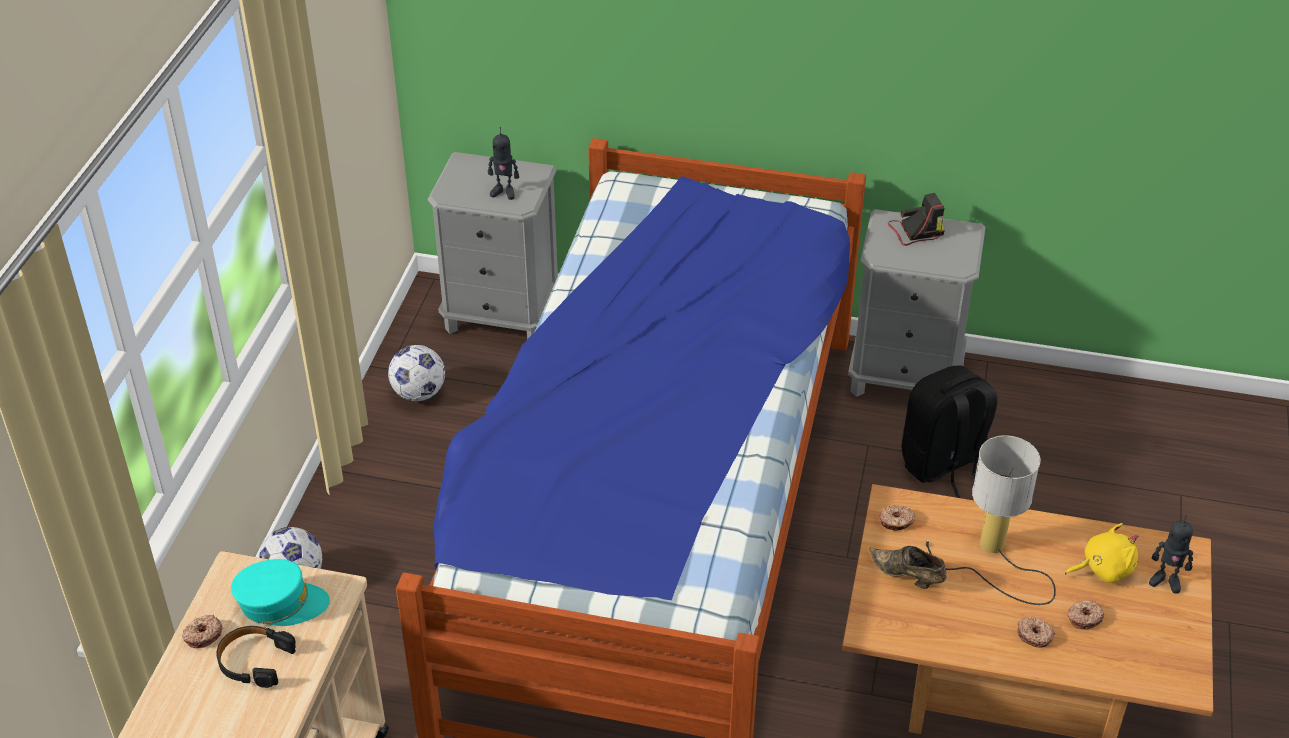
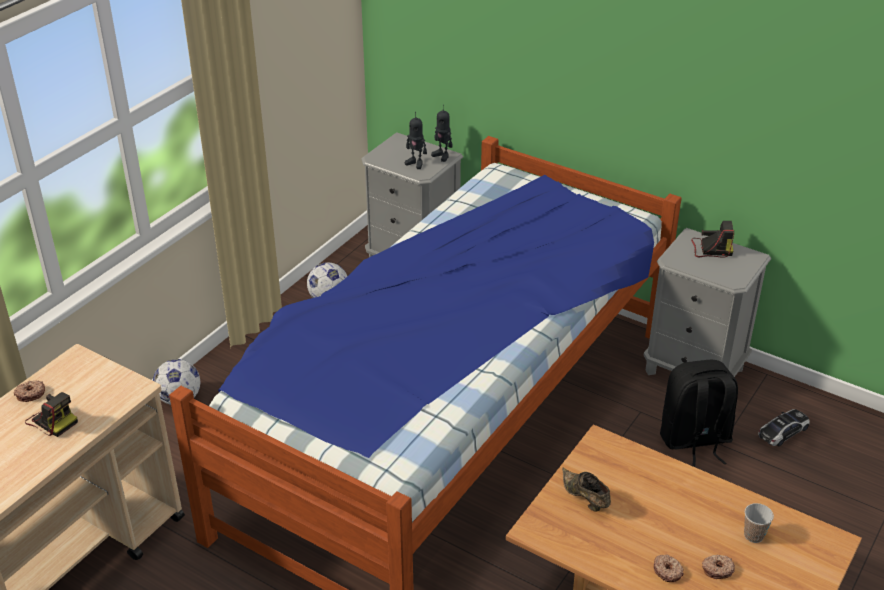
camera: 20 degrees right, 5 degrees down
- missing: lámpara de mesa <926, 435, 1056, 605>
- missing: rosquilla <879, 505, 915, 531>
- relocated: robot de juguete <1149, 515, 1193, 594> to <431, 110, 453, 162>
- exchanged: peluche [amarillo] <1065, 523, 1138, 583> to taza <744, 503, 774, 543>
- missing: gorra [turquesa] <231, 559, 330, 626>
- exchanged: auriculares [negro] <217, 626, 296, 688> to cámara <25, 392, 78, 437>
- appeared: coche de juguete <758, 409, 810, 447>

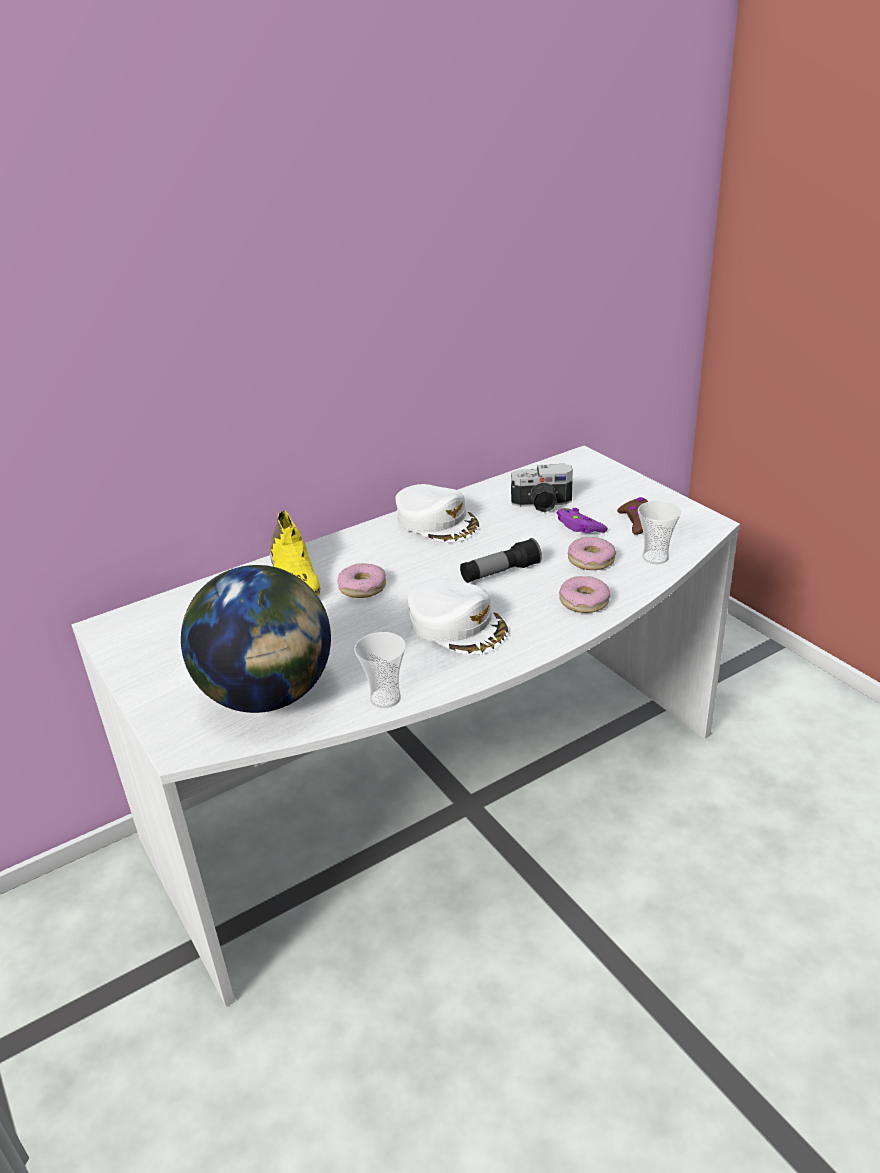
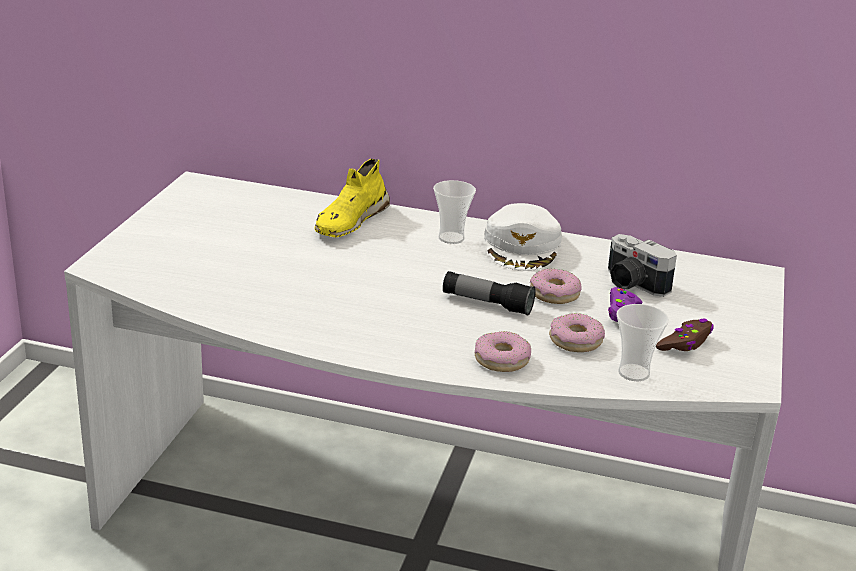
camera: 45 degrees right, 5 degrees down
- relocated: rosquilla <337, 563, 386, 598> to <530, 268, 581, 304>
- missing: globo terráqueo <181, 565, 331, 713>
- missing: gorra [blanco] <407, 578, 509, 655>
- relocated: taza <354, 632, 406, 708> to <433, 180, 476, 244>

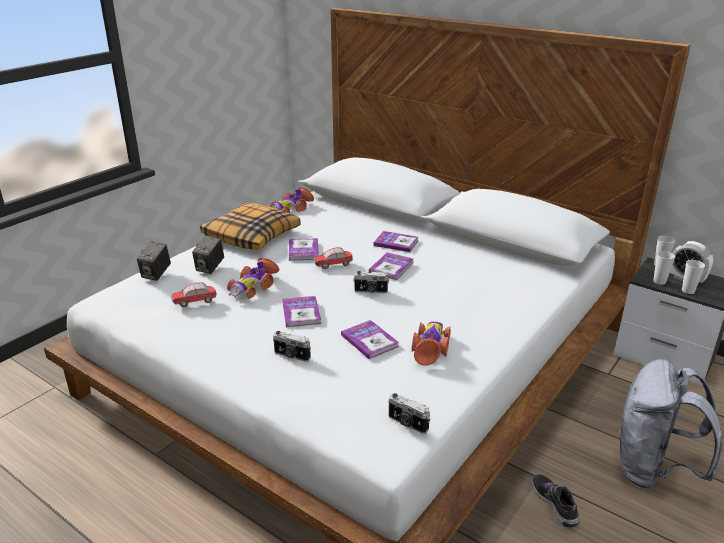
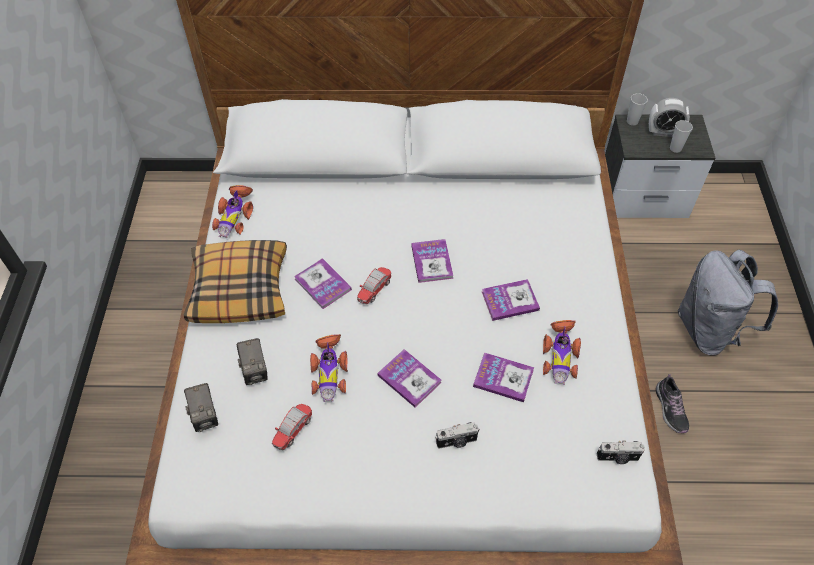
camera: 35 degrees left, 25 degrees up
- relocated: libro <374, 231, 419, 252> to <482, 279, 540, 321>
- missing: taza <653, 251, 675, 285>
- missing: cámara <353, 271, 389, 294>
- spun: coche de juguete <412, 321, 451, 366> = <543, 320, 581, 385> 150 degrees counterclockwise
- spun: zapato <532, 474, 579, 528> = <656, 374, 689, 433> 135 degrees counterclockwise

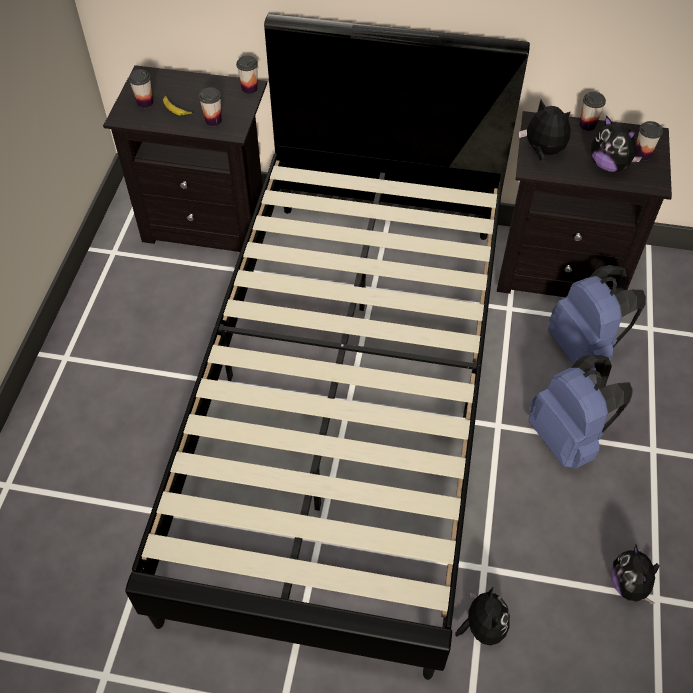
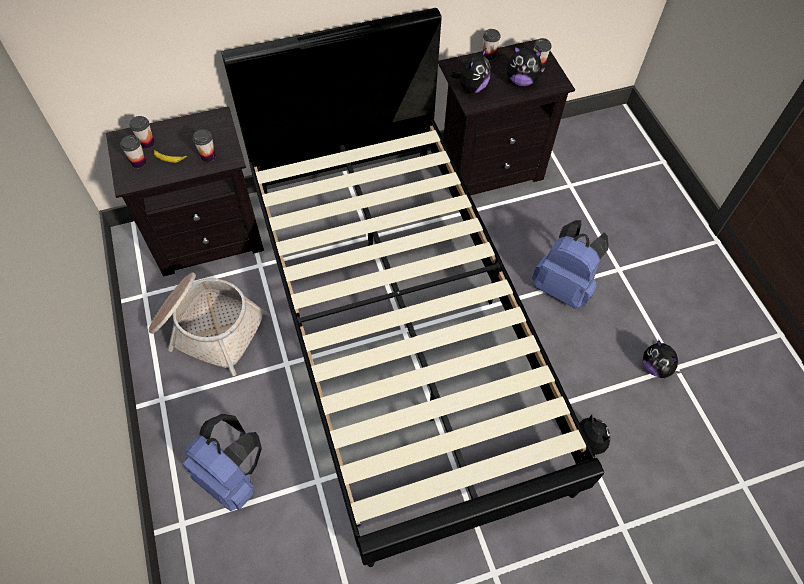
camera: 30 degrees left, 5 degrees up
- relocated: taza <236, 55, 258, 94> to <129, 116, 155, 149>
- spun: peluche <519, 100, 571, 161> = <451, 47, 491, 93> 120 degrees clockwise
- relocated: mochila [azul] <548, 265, 646, 371> to <183, 414, 262, 511>
- appeared: cesta <148, 272, 270, 376>

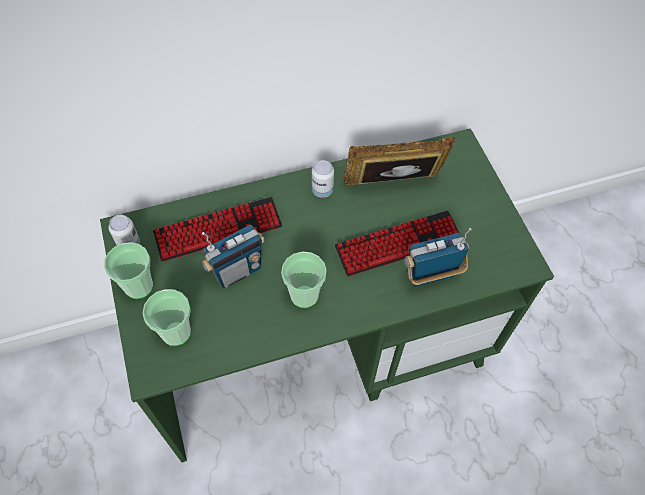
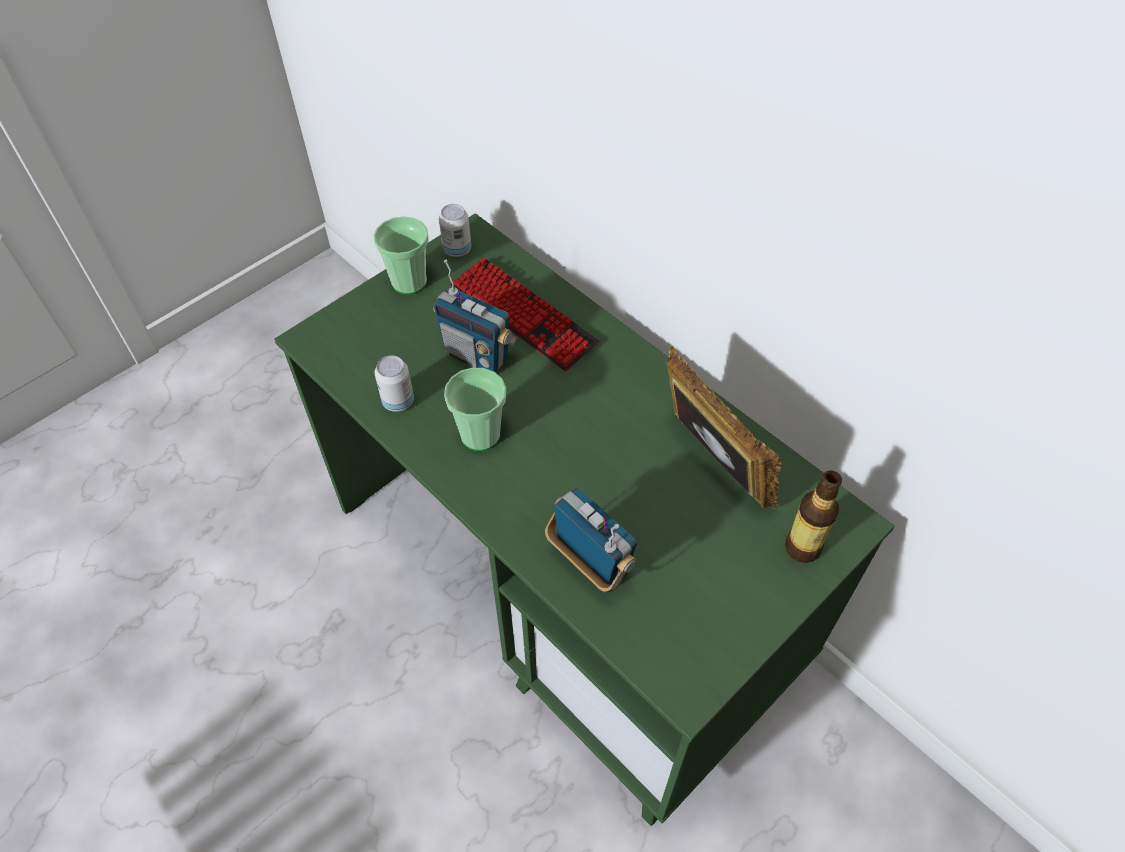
camera: 65 degrees right, 5 degrees down
- relocated: lata <312, 160, 334, 198> to <375, 355, 414, 412>
- missing: teclado <335, 210, 459, 276>
- missing: taza <143, 289, 191, 346>
- appeared: botella <785, 471, 842, 563>

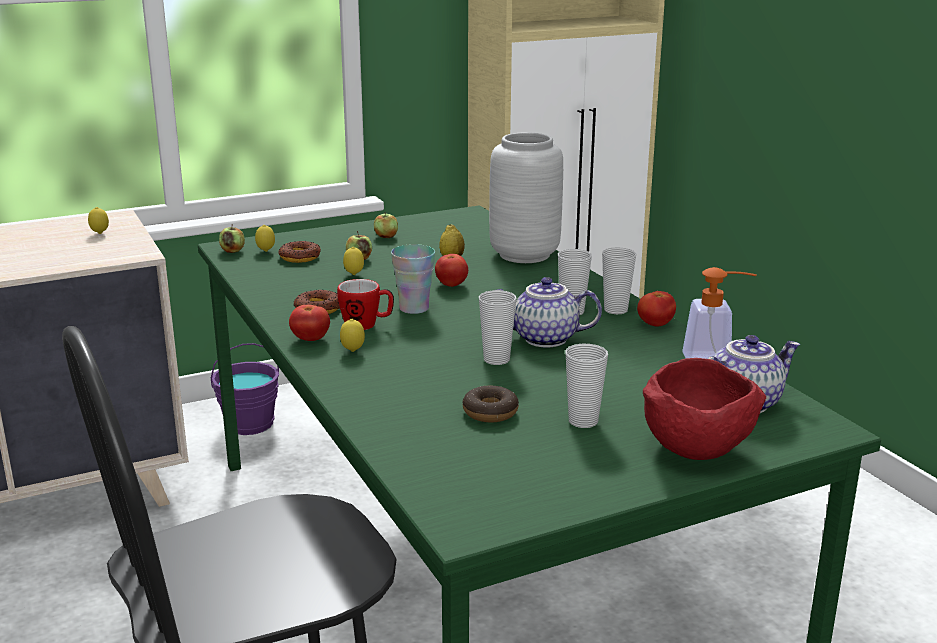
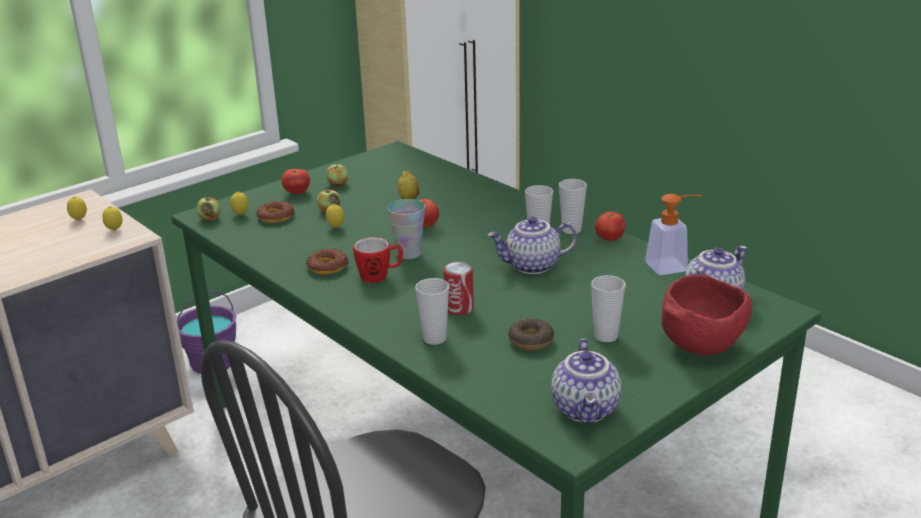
camera: 15 degrees left, 5 degrees up
- missing: florero [gris] <489, 132, 563, 263>
- relocated: taza <479, 290, 516, 365> to <415, 278, 449, 345>
- relocated: tomate <289, 305, 330, 341> to <281, 169, 310, 194>
- relocated: limón <340, 319, 365, 352> to <102, 206, 122, 231>
- appeared: lata <443, 262, 474, 315>
- appeared: tetera <551, 338, 621, 424>

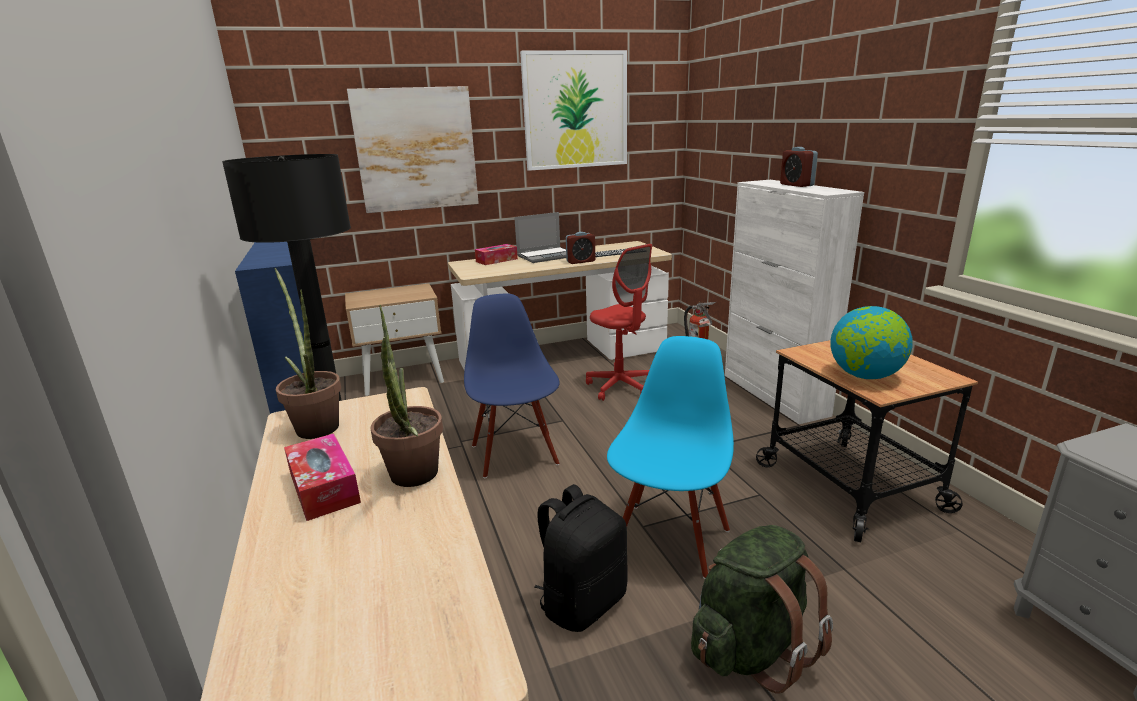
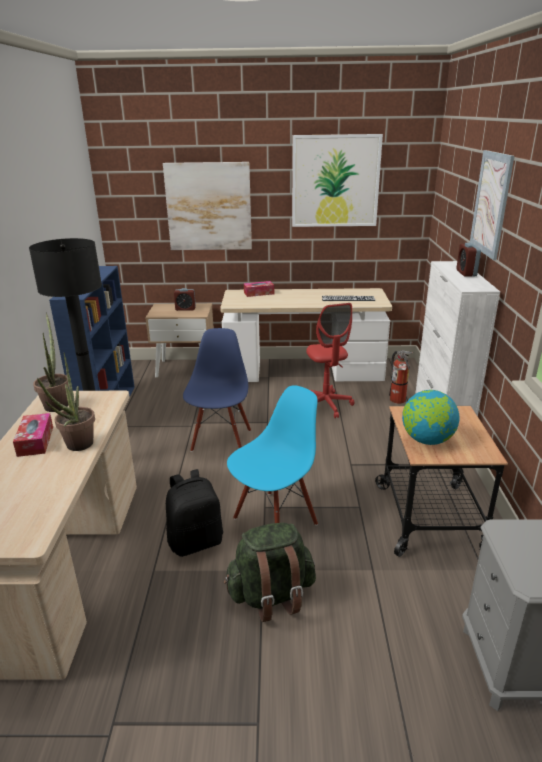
camera: 20 degrees right, 5 degrees up
- missing: portátil <514, 212, 566, 263>
- relocated: despertador <566, 232, 595, 264> to <174, 288, 196, 311>
- appeared: cuadro <470, 150, 515, 260>

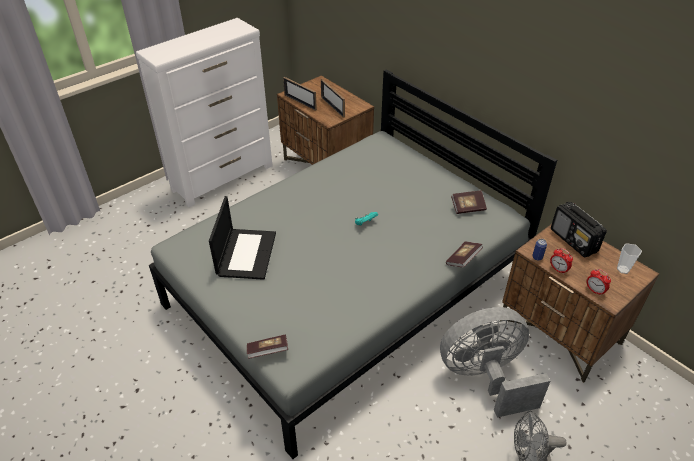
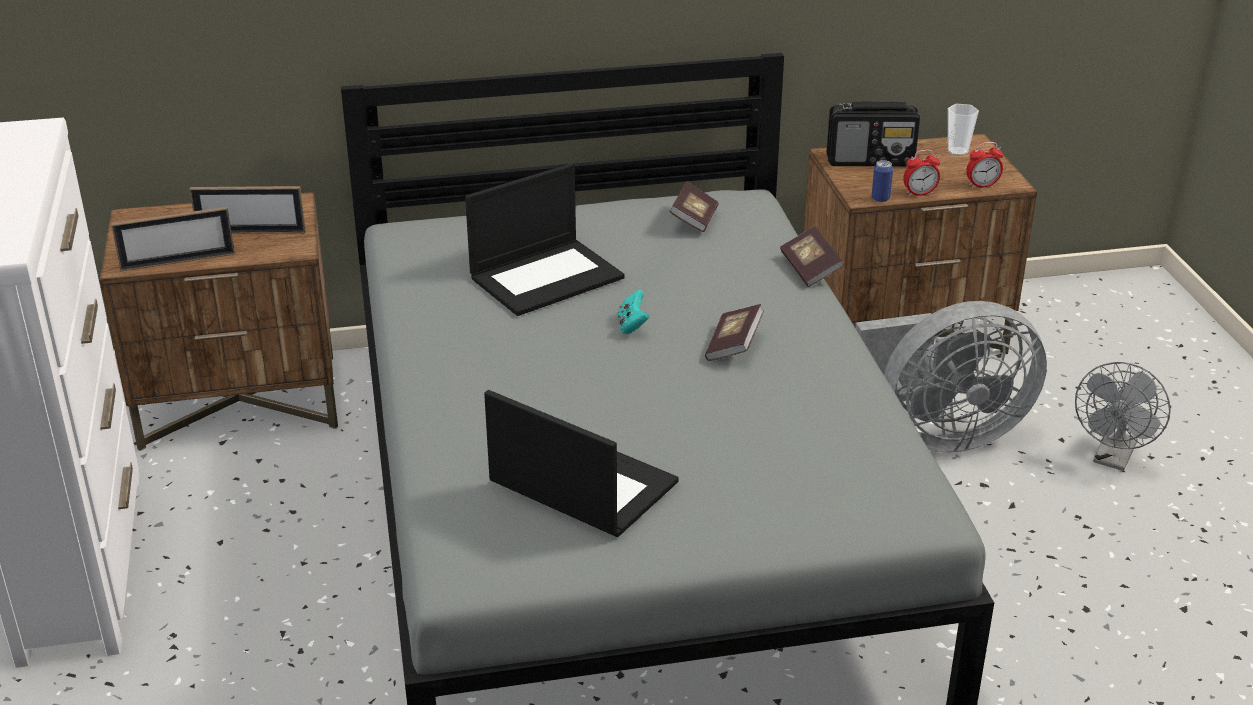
camera: 60 degrees left, 10 degrees down
- spun: ventilador [gris] <440, 307, 551, 417> = <855, 301, 1047, 453> 120 degrees counterclockwise
- relocated: libro <247, 335, 288, 359> to <705, 304, 764, 361>
- appeared: portátil <465, 163, 625, 316>

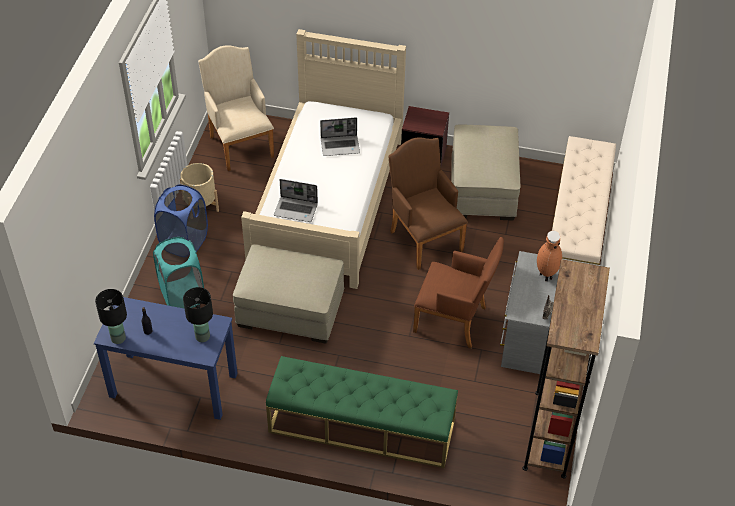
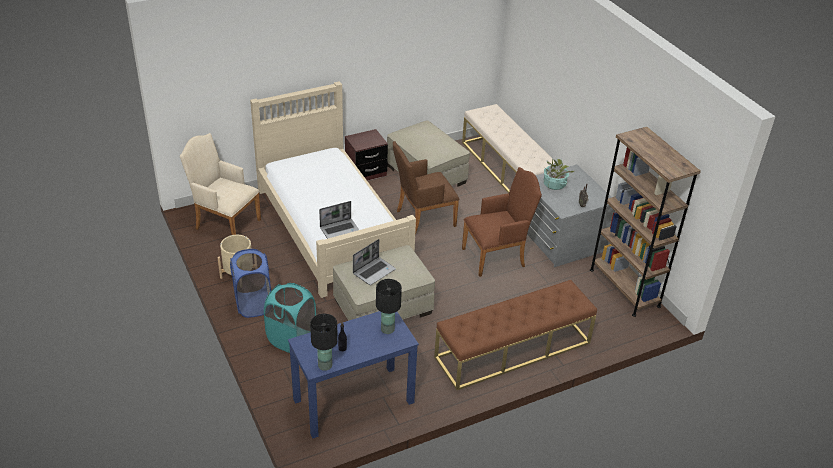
camera: 40 degrees left, 10 degrees down
- relocated: portátil <320, 118, 360, 156> to <353, 239, 396, 285>
- spun: sillón [marrón] <388, 137, 468, 270> = <393, 141, 460, 235> 45 degrees counterclockwise
- exchanged: florero [marrón] <537, 231, 562, 281> to planta en maceta <544, 157, 577, 190>
- colour: banco [verde] <266, 356, 458, 468> to banco [marrón] <434, 280, 597, 390>

